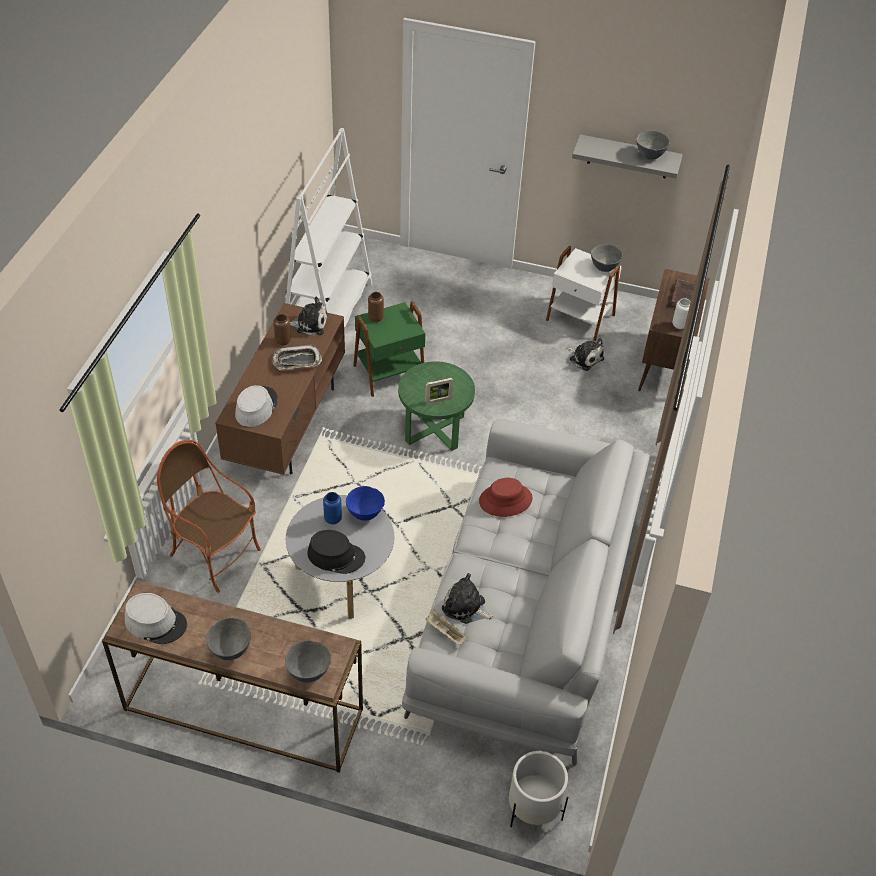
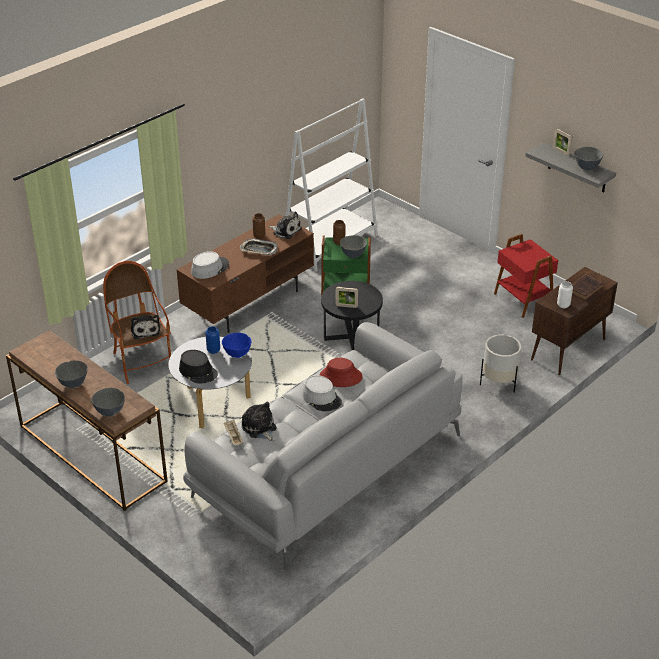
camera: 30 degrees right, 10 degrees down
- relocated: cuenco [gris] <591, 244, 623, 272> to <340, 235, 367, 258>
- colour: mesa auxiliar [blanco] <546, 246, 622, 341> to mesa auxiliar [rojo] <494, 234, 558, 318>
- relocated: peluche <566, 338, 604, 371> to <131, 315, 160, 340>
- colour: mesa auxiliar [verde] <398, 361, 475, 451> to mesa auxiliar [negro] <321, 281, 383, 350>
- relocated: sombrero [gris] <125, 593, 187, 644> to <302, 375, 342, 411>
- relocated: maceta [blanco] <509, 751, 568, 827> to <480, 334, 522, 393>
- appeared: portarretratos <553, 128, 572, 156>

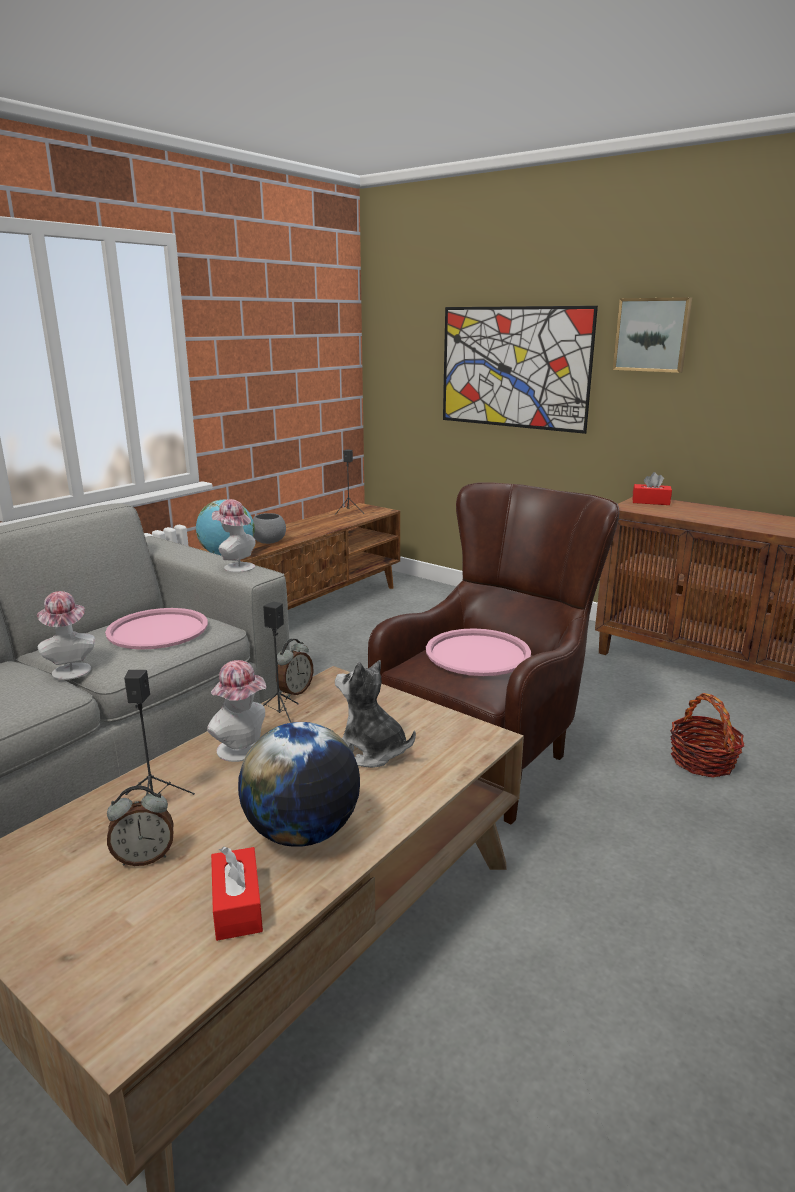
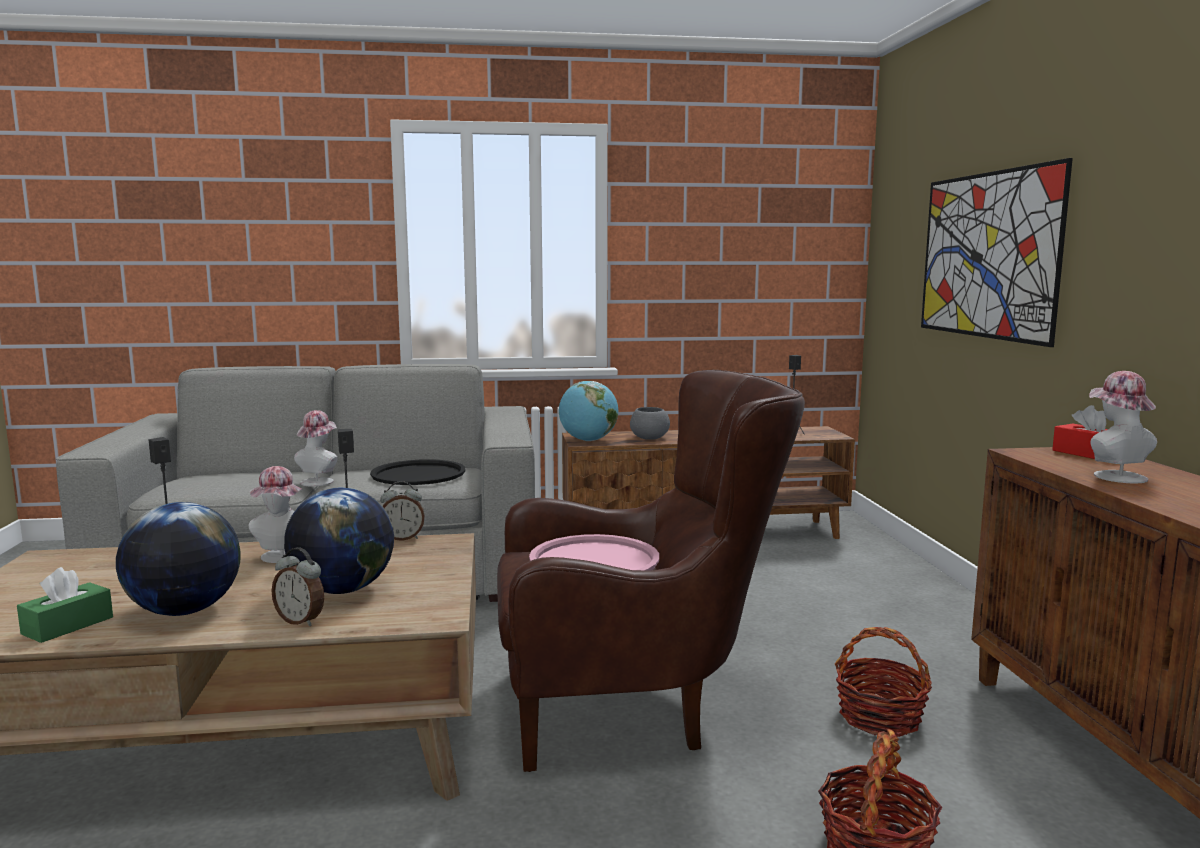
camera: 45 degrees right, 10 degrees down
- missing: cuadro <613, 297, 692, 373>
- relocated: sombrero <212, 499, 256, 573> to <1089, 371, 1157, 483>
- colour: bandeja [rosa] <105, 608, 208, 650> to bandeja [negro] <370, 459, 465, 485>
- exchanged: peluche <335, 660, 416, 768> to globo terráqueo <284, 488, 394, 594>
- relocated: despertador <107, 786, 174, 866> to <272, 547, 324, 626>
- colour: caja de pañuelos [rojo] <211, 847, 263, 941> to caja de pañuelos [verde] <17, 567, 113, 643>
- appeared: cesta <835, 627, 932, 737>

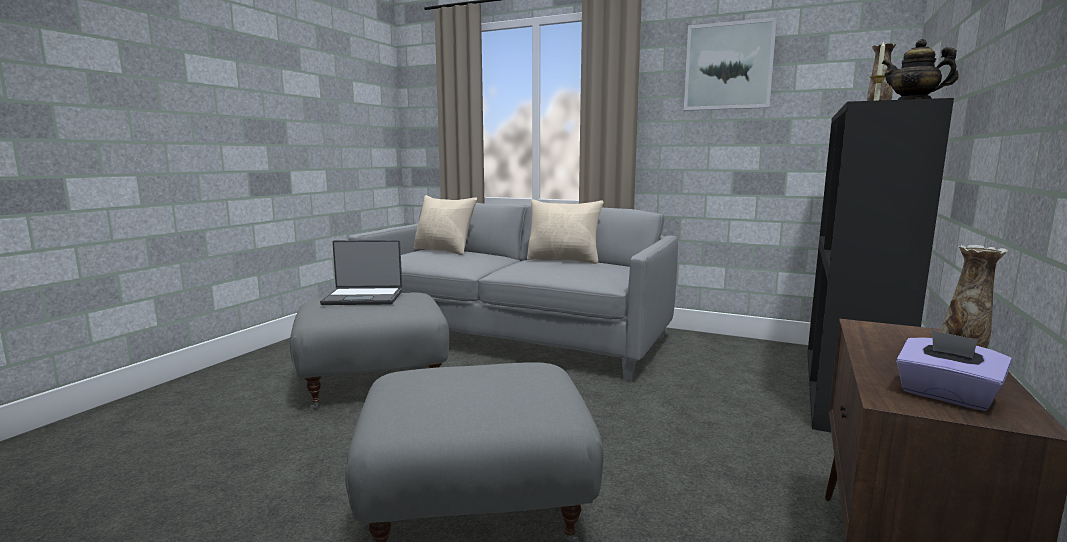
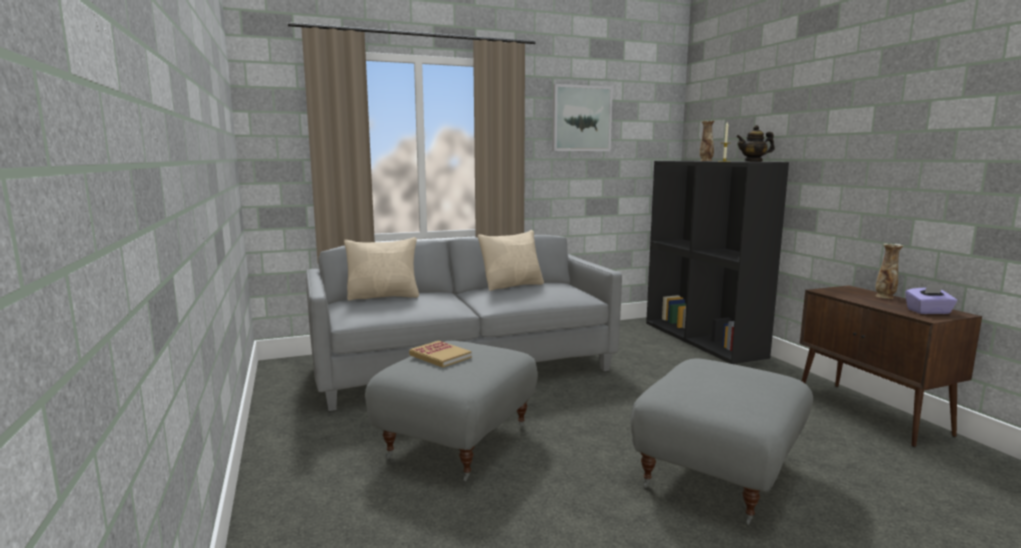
camera: 45 degrees left, 0 degrees up
- exchanged: portátil <320, 240, 402, 305> to libro <409, 341, 472, 368>

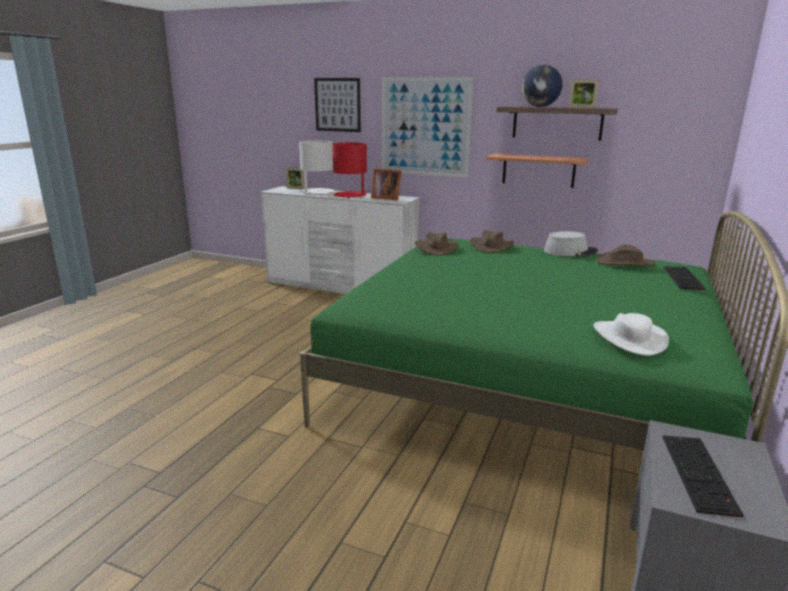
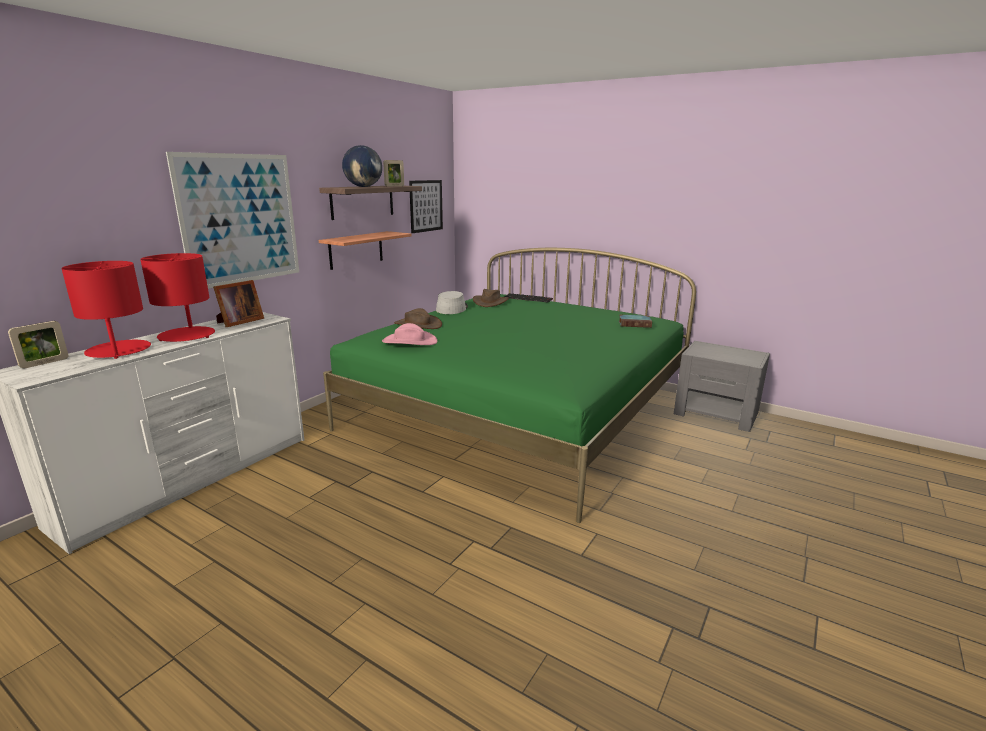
camera: 80 degrees left, 0 degrees up
- relocated: cuadro <314, 78, 361, 132> to <409, 180, 443, 233>
- colour: lámpara de mesa [blanco] <299, 141, 334, 194> to lámpara de mesa [rojo] <61, 261, 151, 359>
- colour: sombrero [marrón] <415, 233, 458, 256> to sombrero [rosa] <382, 323, 438, 345>
- exchanged: sombrero [blanco] <593, 313, 669, 356> to libro <619, 315, 652, 328>
- missing: teclado <662, 436, 744, 519>

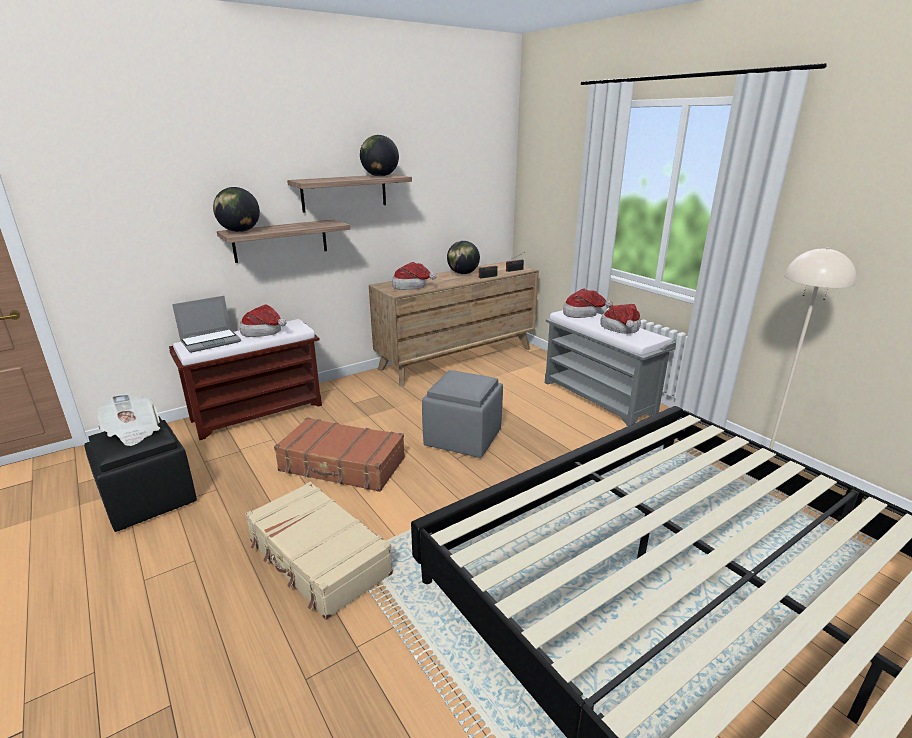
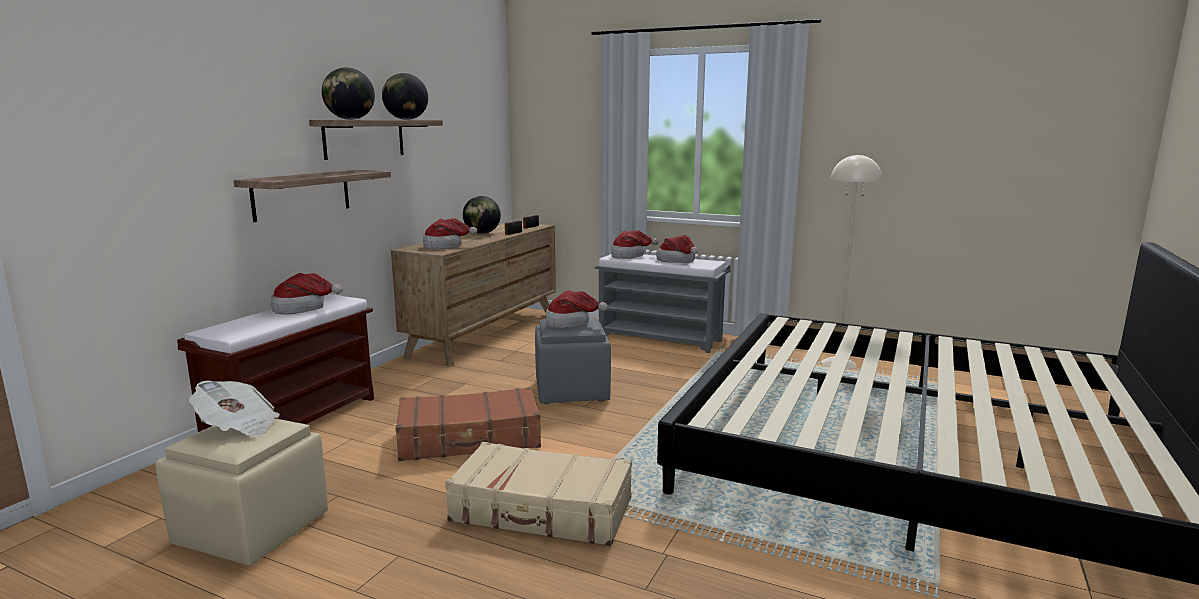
camera: 30 degrees left, 10 degrees down
- relocated: globo terráqueo <213, 187, 260, 232> to <322, 68, 375, 120>
- missing: portátil <172, 296, 241, 353>
- colour: puf [negro] <84, 416, 197, 532> to puf [beis] <155, 418, 328, 566>
- appeared: sombrero <546, 290, 608, 328>

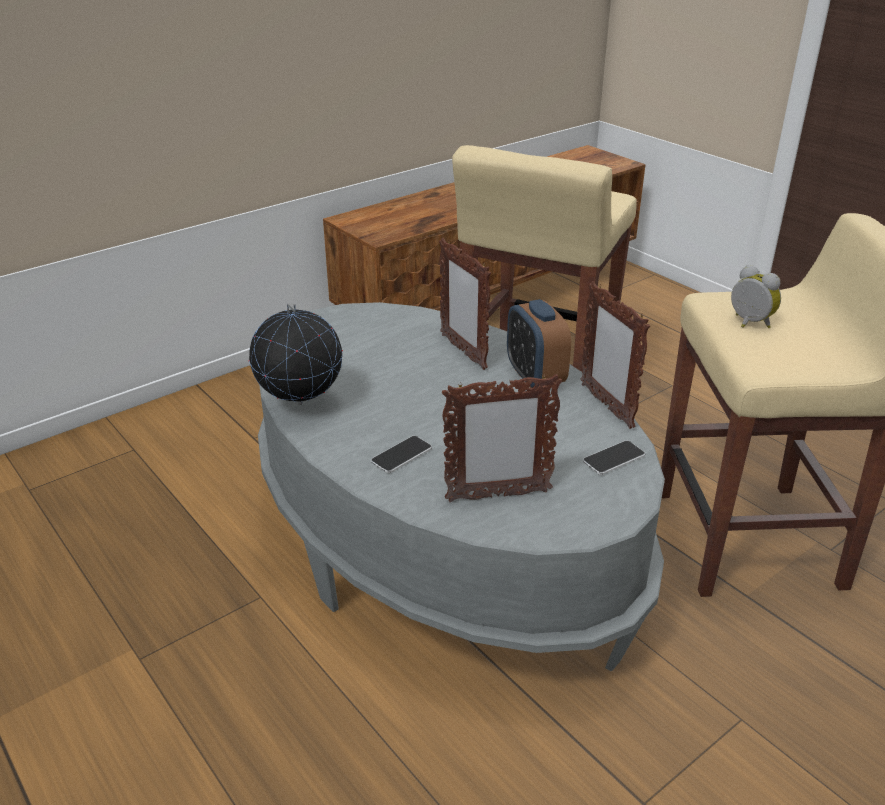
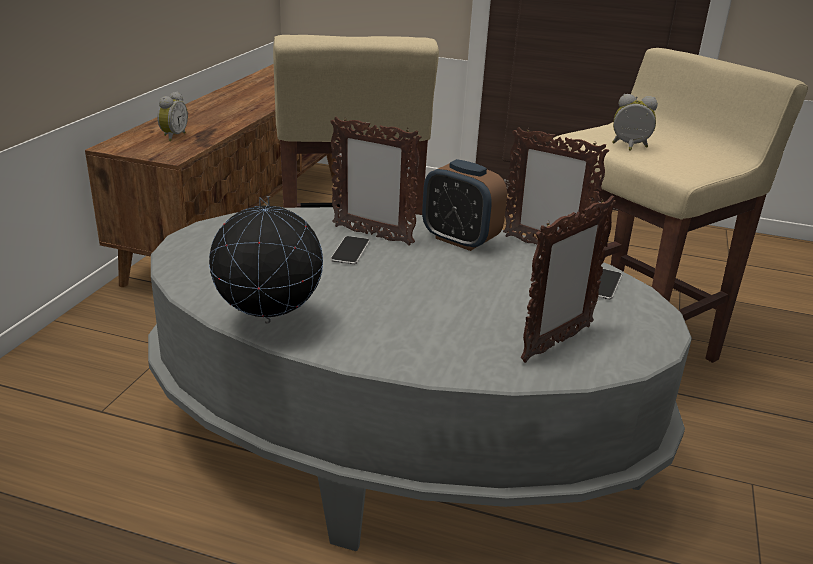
camera: 35 degrees left, 5 degrees down
- relocated: móvil <371, 436, 432, 473> to <330, 236, 370, 265>
- appeared: despertador <157, 92, 188, 141>

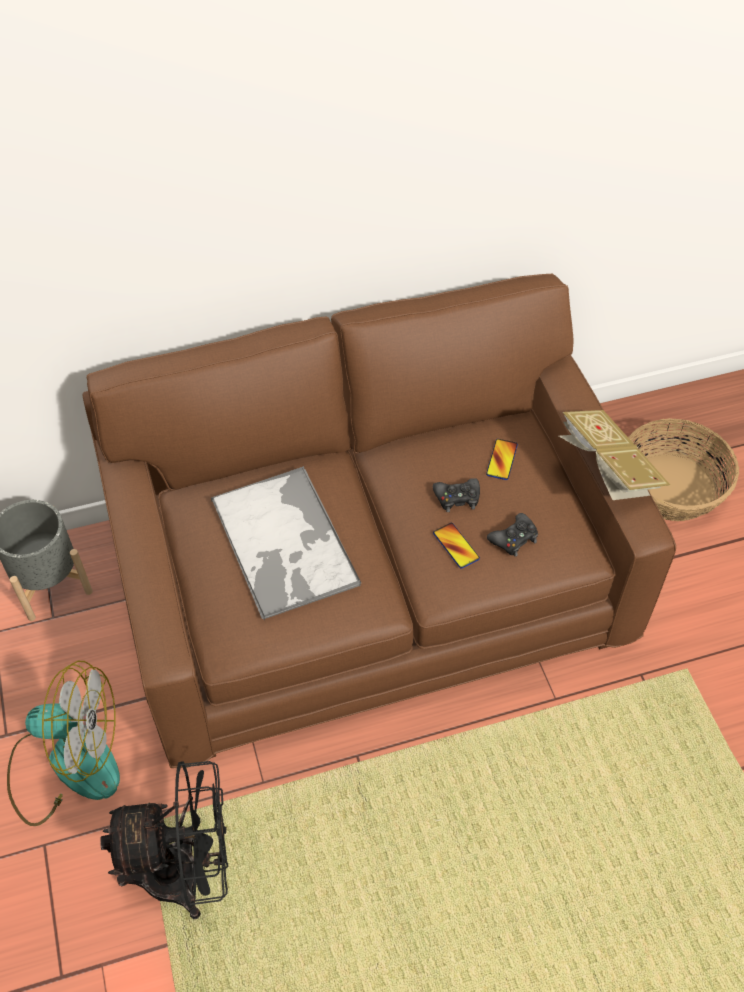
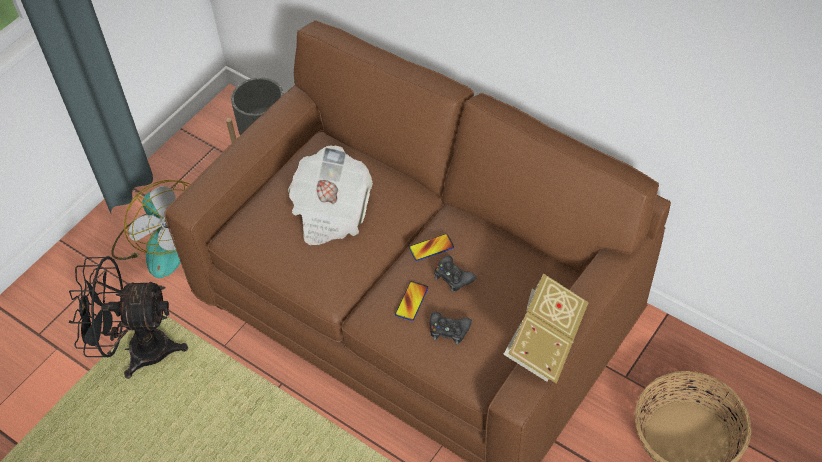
camera: 55 degrees right, 0 degrees up
- relocated: móvil <486, 439, 518, 480> to <409, 234, 454, 261>
- exchanged: bandeja <211, 466, 361, 619> to periódico <288, 146, 373, 245>
- spun: ventilador [negro] <100, 761, 228, 919> = <69, 256, 188, 379> 135 degrees clockwise

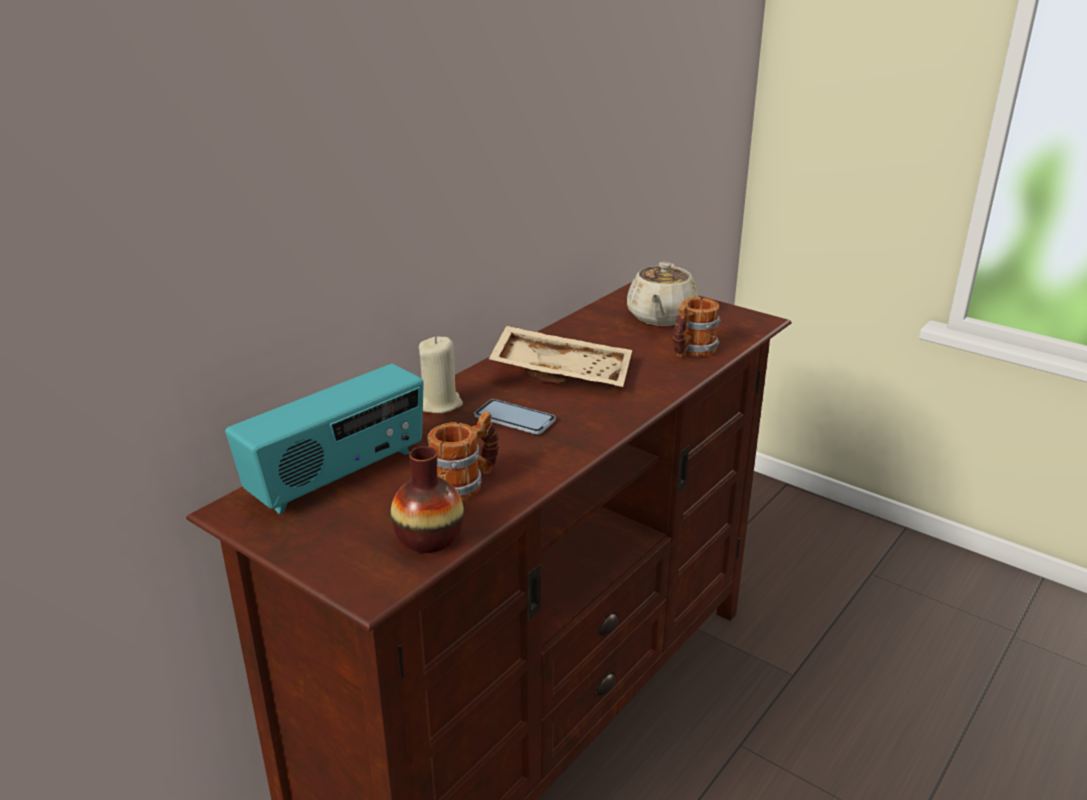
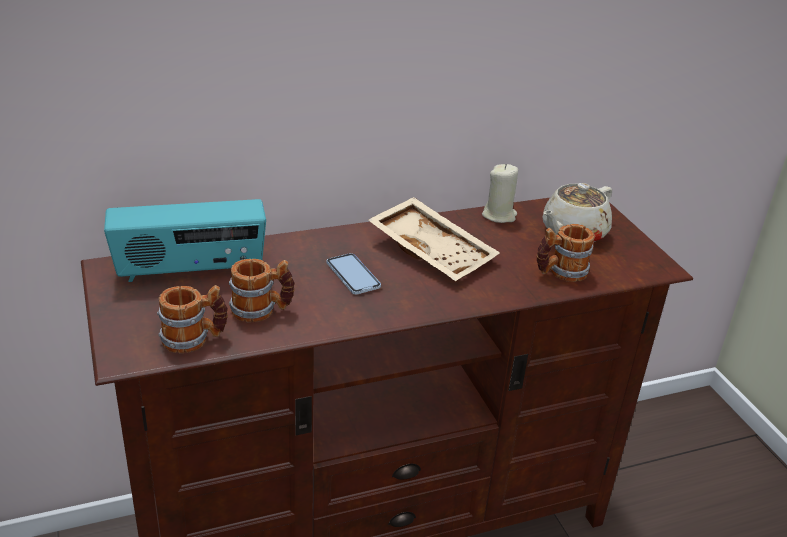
camera: 30 degrees right, 5 degrees up
- relocated: vela [beis] <419, 337, 463, 413> to <482, 164, 518, 223>
- exchanged: florero <390, 446, 464, 553> to taza grande <157, 285, 228, 353>

